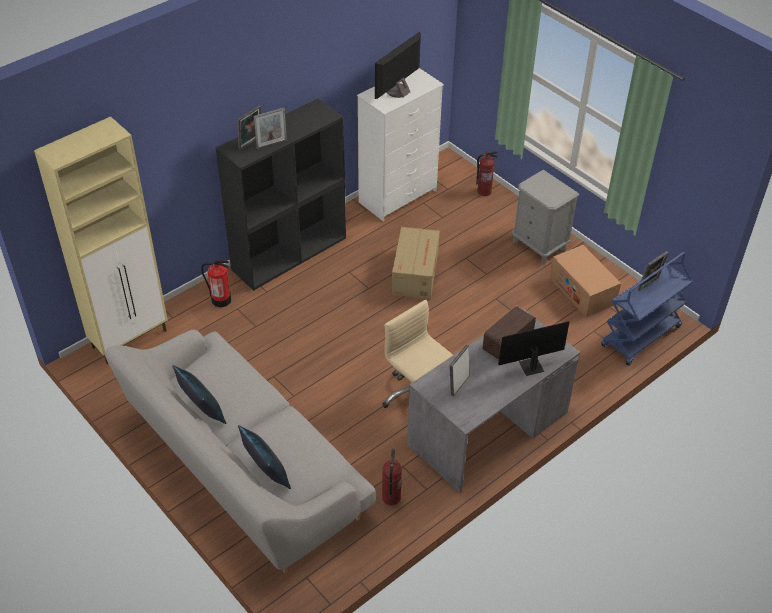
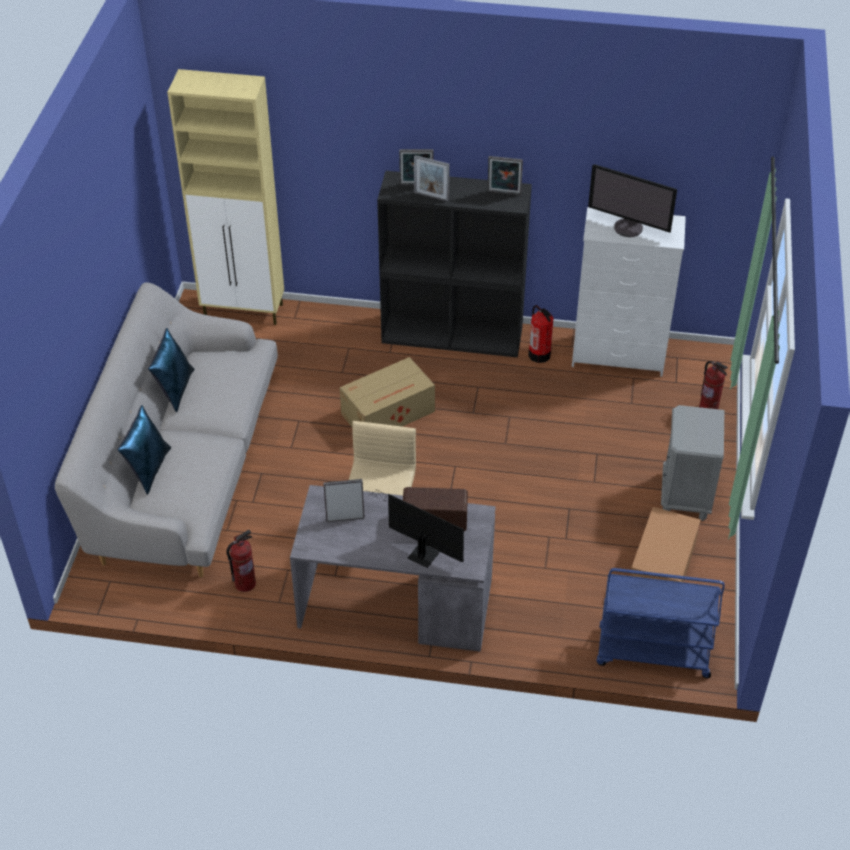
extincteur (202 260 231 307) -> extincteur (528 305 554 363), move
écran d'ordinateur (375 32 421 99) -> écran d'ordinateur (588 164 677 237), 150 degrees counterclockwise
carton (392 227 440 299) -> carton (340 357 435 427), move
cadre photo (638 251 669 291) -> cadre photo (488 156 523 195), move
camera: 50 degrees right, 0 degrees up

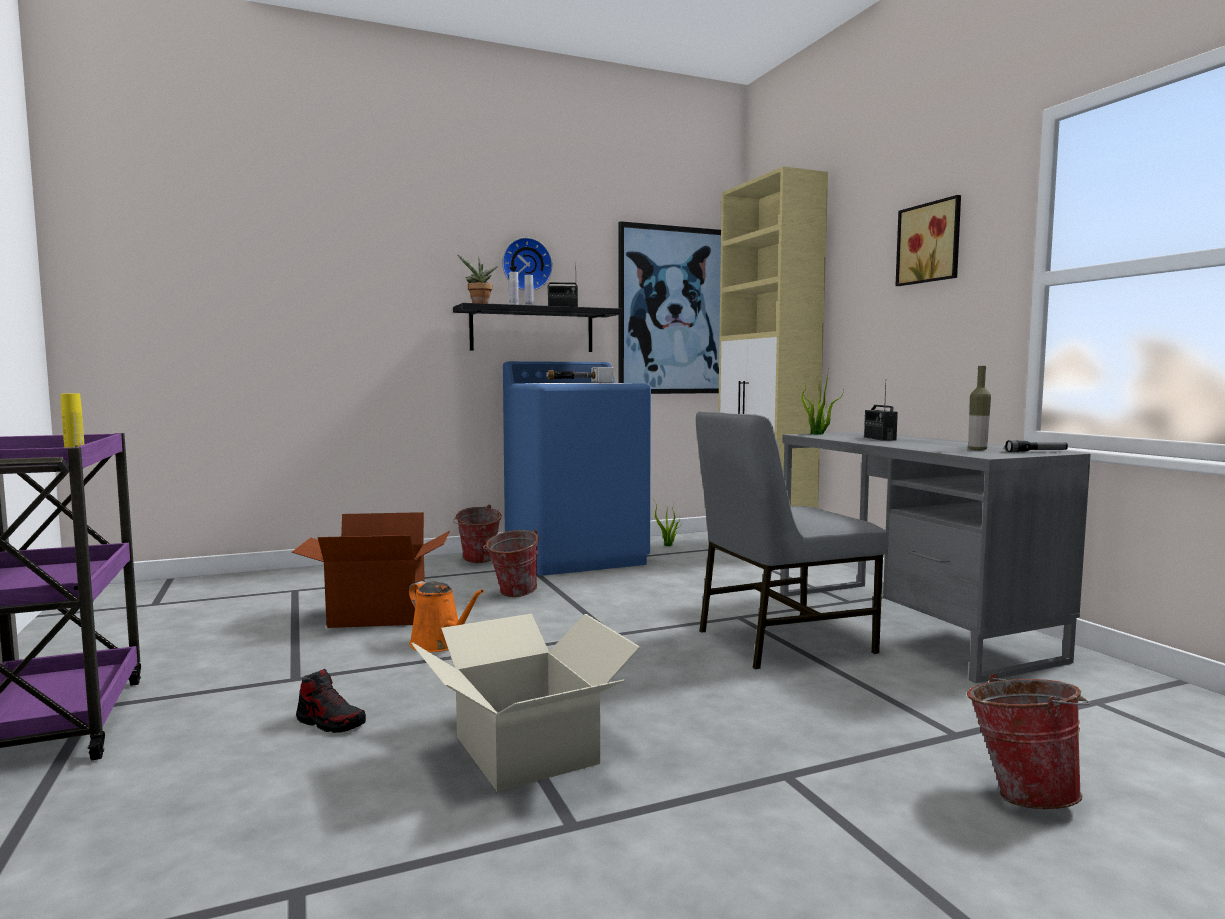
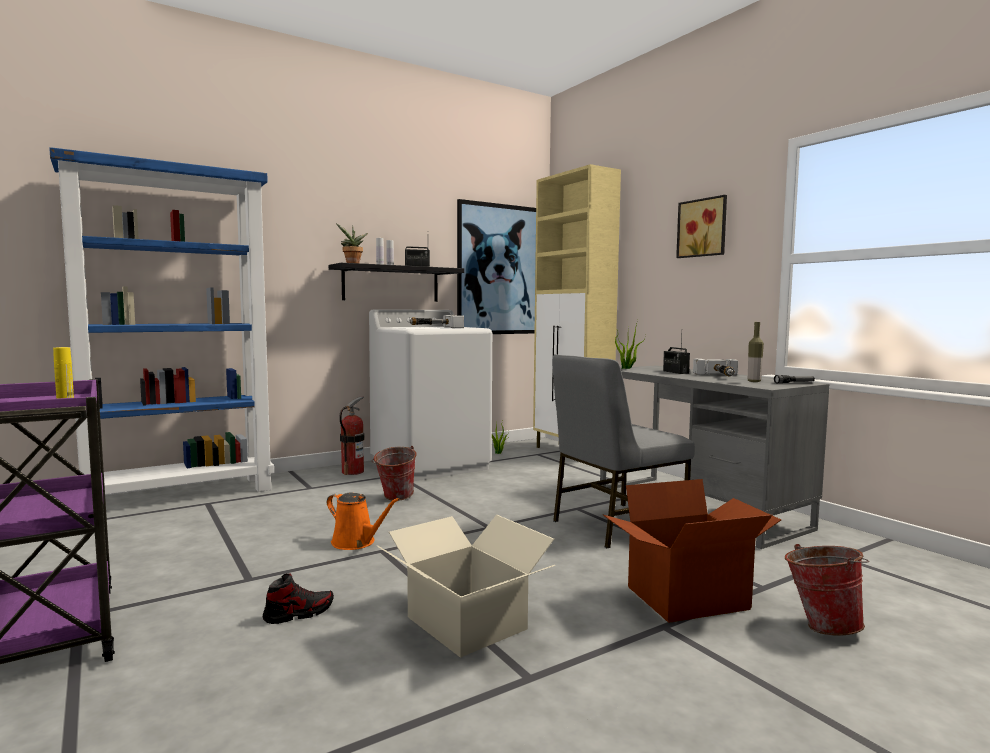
carton (292 512 450 628) -> carton (603 479 781 623), move
chaussure (296 669 366 733) -> chaussure (263 573 334 624), 45 degrees counterclockwise
seau (453 505 502 563) -> extincteur (339 396 365 475)
horloge murale (502 237 553 290) -> none
lave-linge [bleu] (503 361 651 576) -> lave-linge [blanc] (369 309 492 481)
none -> bibliothèque [bleu] (49 147 274 494)
none -> marteau (693 359 738 376)
camera: 10 degrees left, 0 degrees up

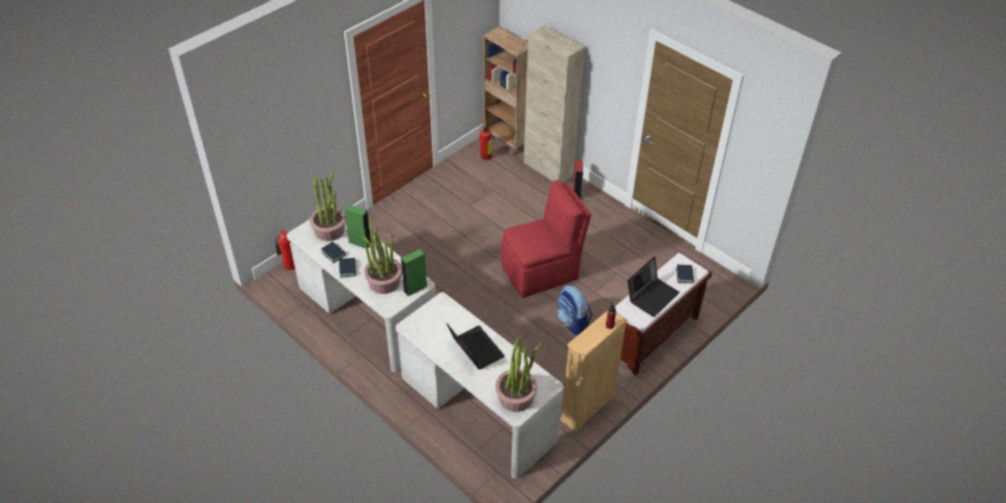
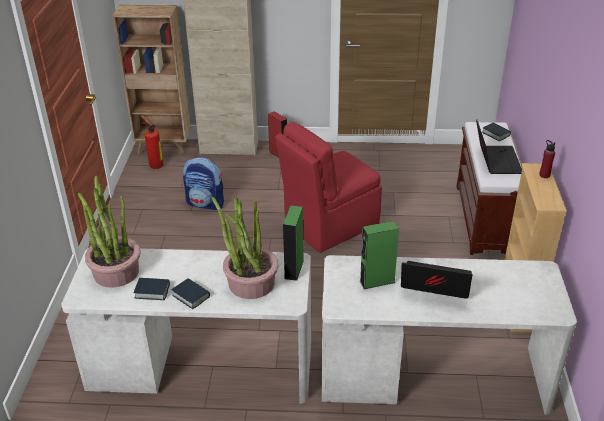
extincteur (275 229 295 270) -> none
enceinte [vert] (344 205 371 248) -> enceinte [vert] (360 221 399 289), move
plante en pot (495 338 543 412) -> none
chaise [rouge] (501 180 591 298) -> chaise [rouge] (275 122 382 253), 150 degrees counterclockwise
sac à dos (557 285 592 335) -> sac à dos (183 157 224 211), move
camera: 40 degrees left, 10 degrees down

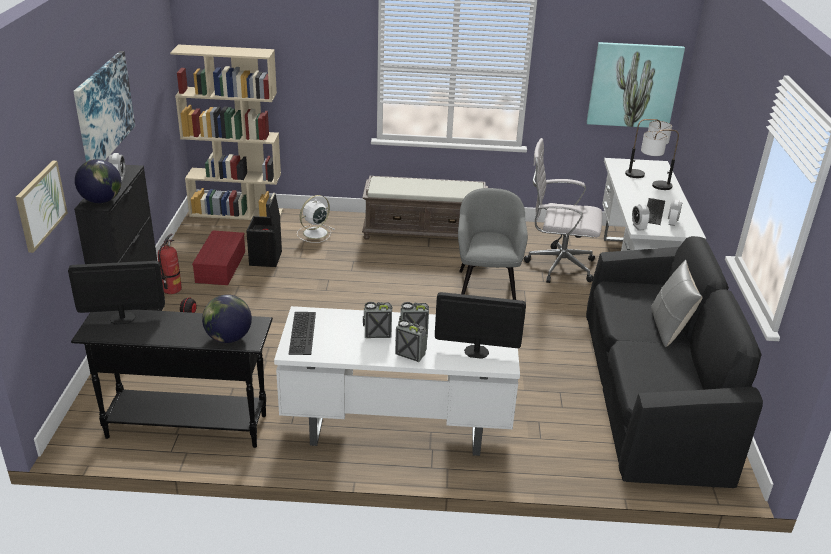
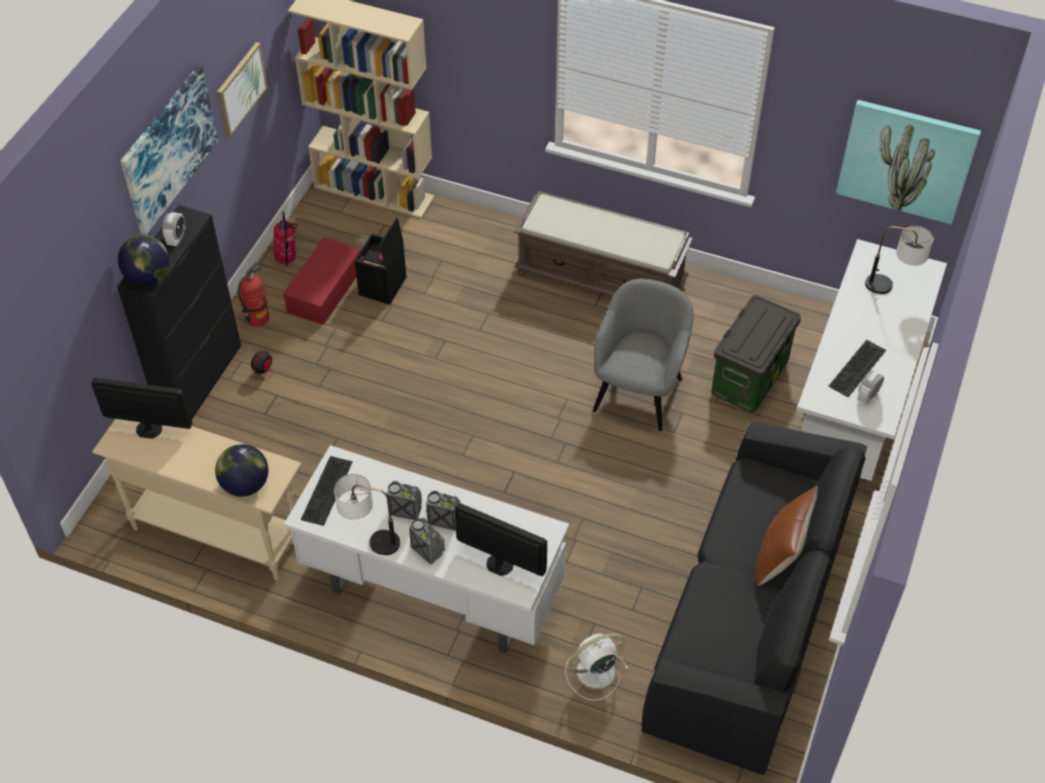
tableau (16 160 68 253) -> tableau (217 42 268 137), move
table console [noir] (71 310 273 448) -> table console [beige] (92 419 302 580)
ventilateur [blanc] (297 195 335 243) -> ventilateur [blanc] (565 633 628 701), move
chaise de bureau [blanc] (524 138 602 283) -> boîte de rangement (712 295 801 412)
réveil (632 204 650 231) -> none
lampe de table (641 130 679 190) -> lampe de table (334 474 400 555), move
coussin [gris] (651 260 702 347) -> coussin [marron] (755 485 818 586)
none -> extincteur (274 212 297 266)
camera: 20 degrees right, 20 degrees up

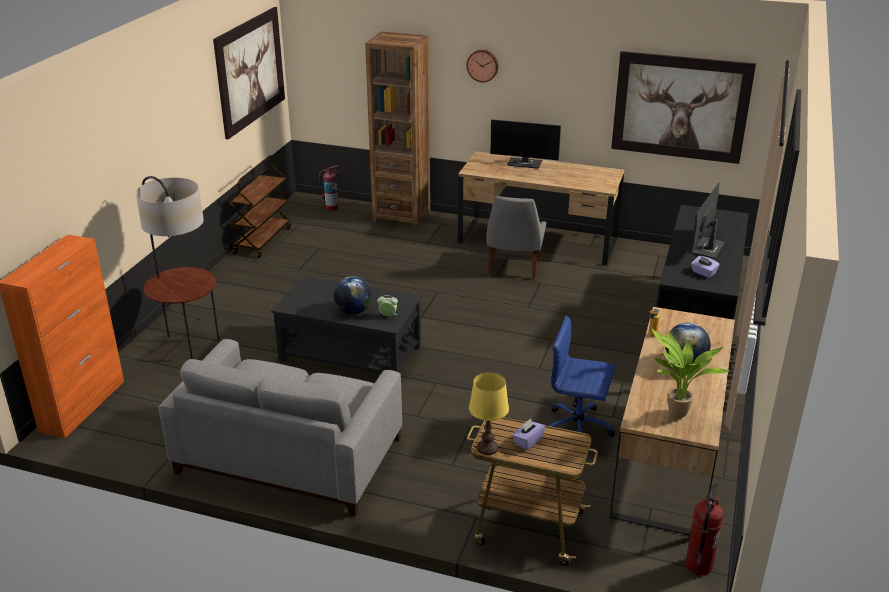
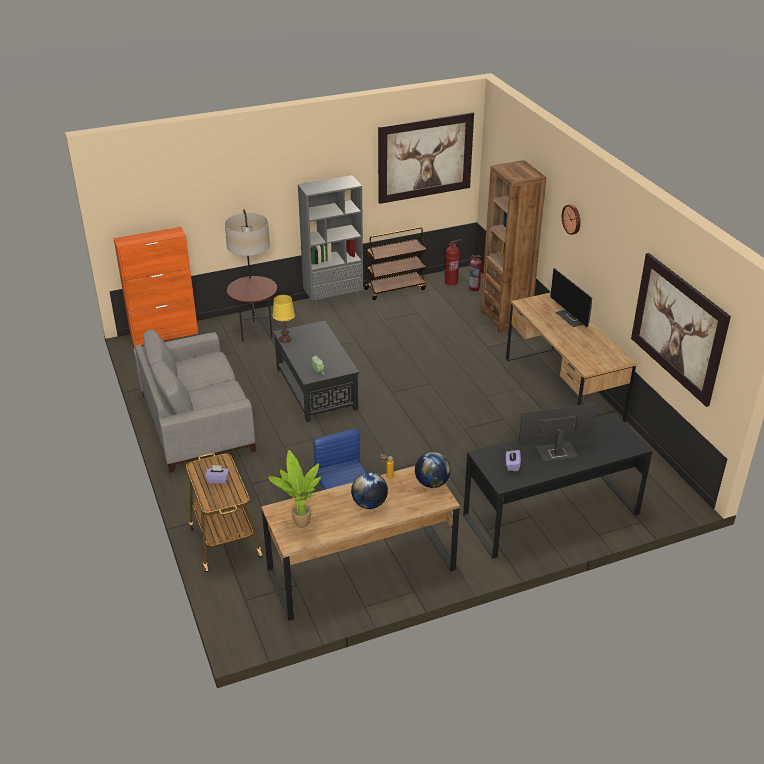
globe (334 276 372 314) -> globe (415 452 451 488), move
lampe de table [jaune] (469 372 509 455) -> lampe de table [jaune] (272 295 295 343), move
chaise [gris] (486 196 546 280) -> none
extincteur (686 482 724 575) -> extincteur (444 239 462 286), move
none -> bibliothèque [gris] (298 175 363 311)
camera: 50 degrees right, 5 degrees up

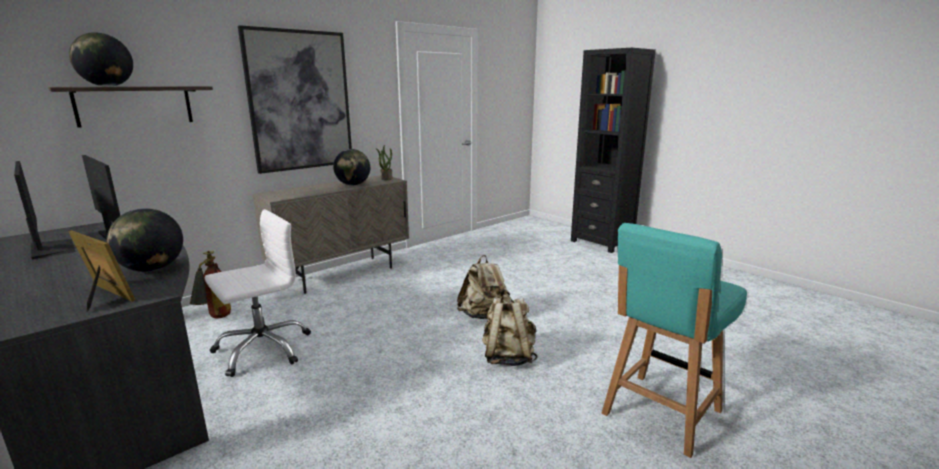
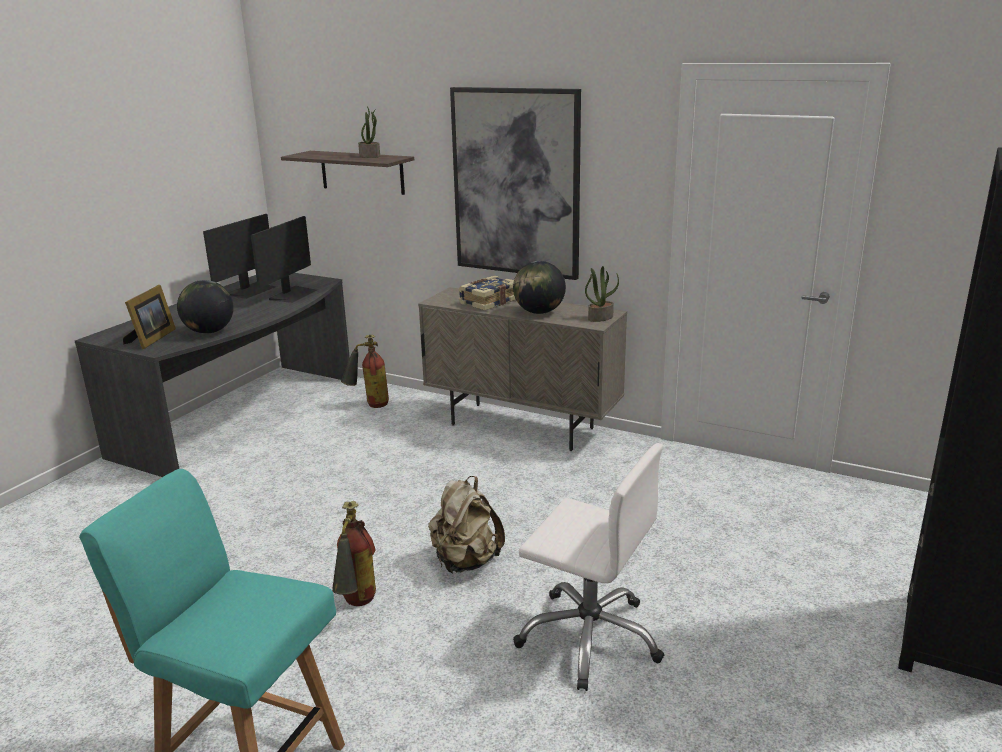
globe (69 32 133 87) -> none
chaise de bureau [blanc] (205 209 311 377) -> chaise de bureau [blanc] (513 443 664 691), move
sac à dos [beige] (482 294 537 366) -> extincteur (332 501 376 606)
none -> plante en pot (358 106 380 158)
none -> livre (458 276 516 311)
camera: 70 degrees right, 5 degrees up

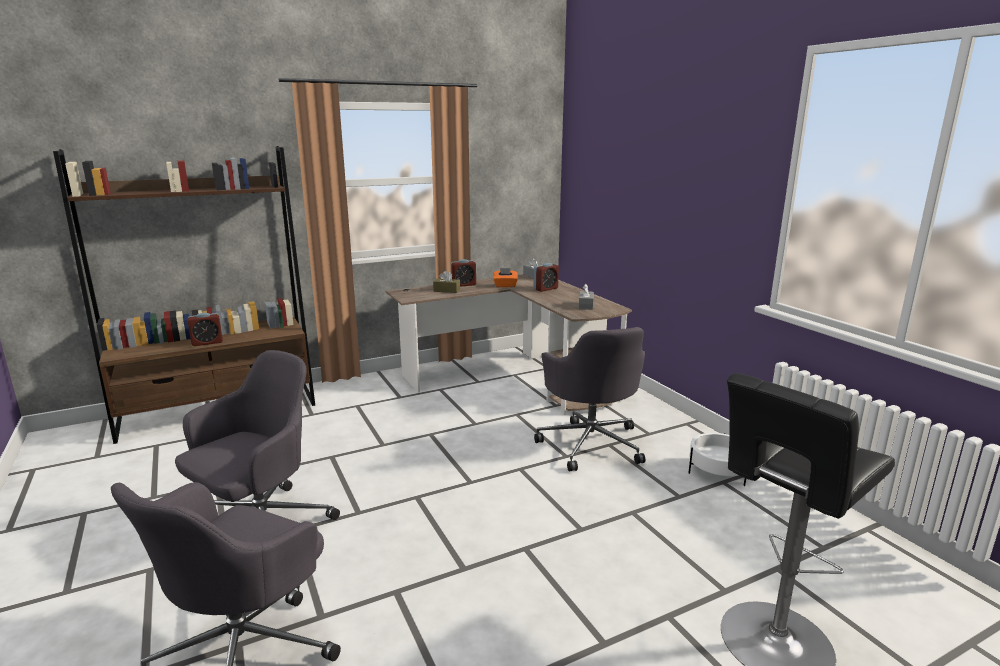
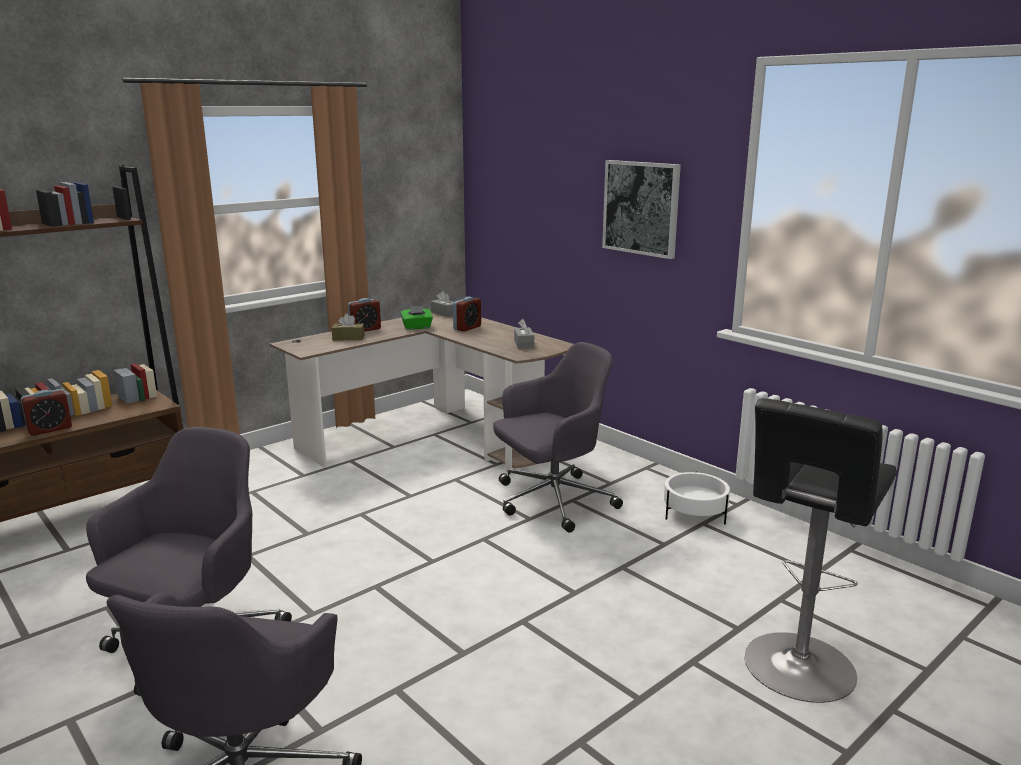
boîte à mouchoirs [orange] (493 268 518 287) -> boîte à mouchoirs [vert] (401 306 433 330)
chaise de bureau [gris] (534 327 645 471) -> chaise de bureau [gris] (493 342 623 533), 90 degrees counterclockwise
none -> tableau (602 160 681 259)
camera: 15 degrees left, 0 degrees up

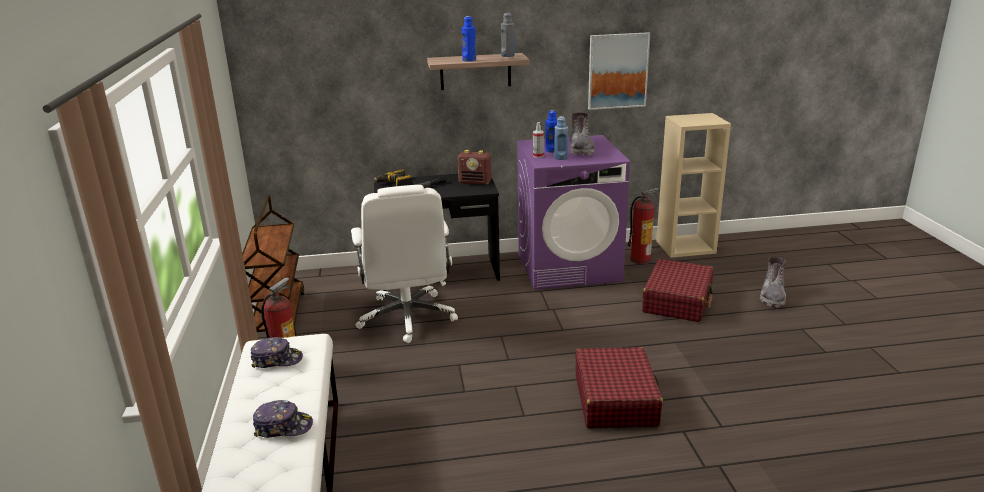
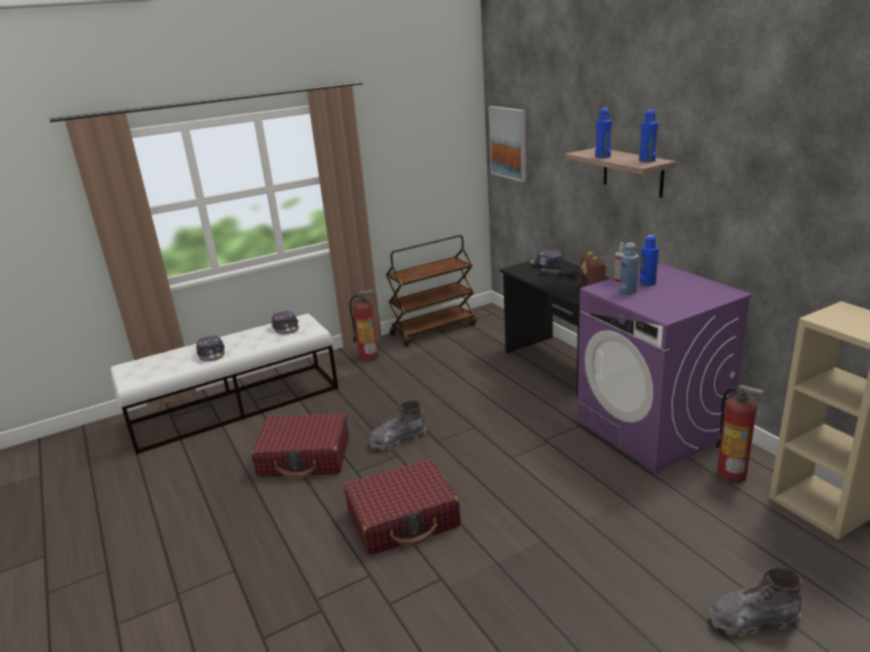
chaise de bureau [blanc] (351 185 458 343) -> none
perceuse (373 169 413 186) -> casquette (529 249 564 267)
bouteille [gris] (501 13 515 57) -> bouteille [bleu] (639 110 658 162)
botte [gris] (570 113 595 155) -> botte [gris] (369 400 426 450), move
tableau (588 32 650 110) -> tableau (489 106 526 182), move
valise [rouge] (642 259 713 322) -> valise [rouge] (251 413 349 479), move
camera: 70 degrees right, 0 degrees up

